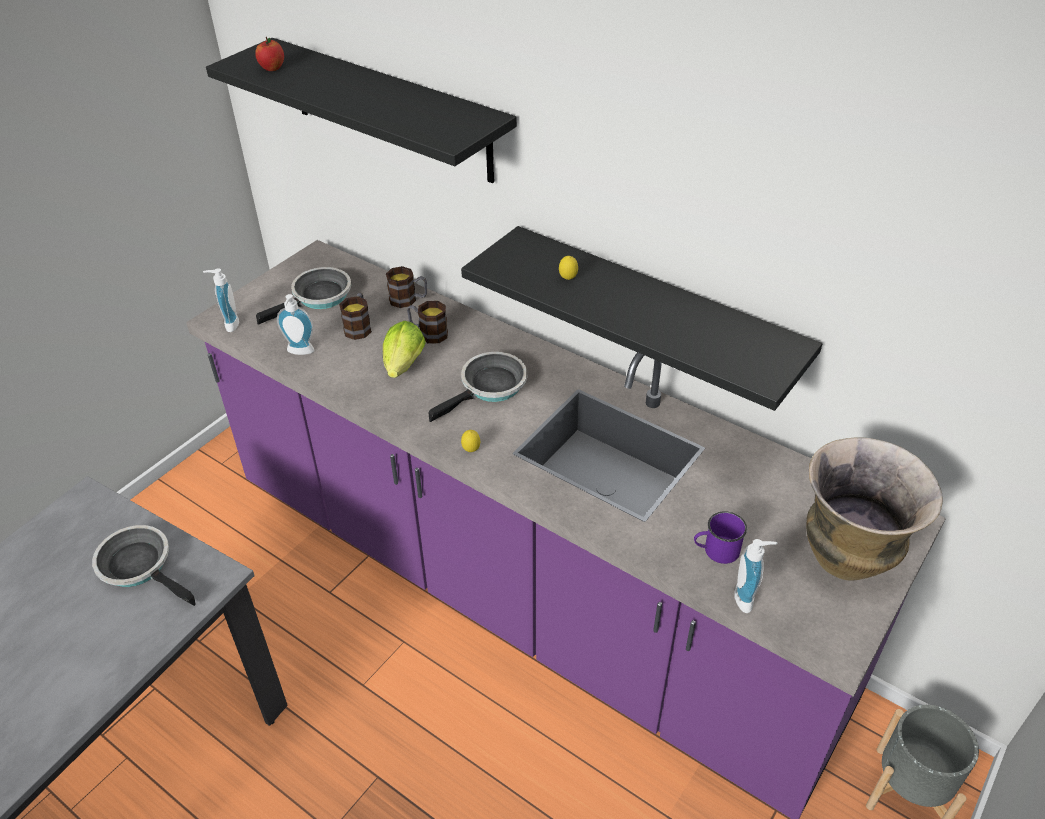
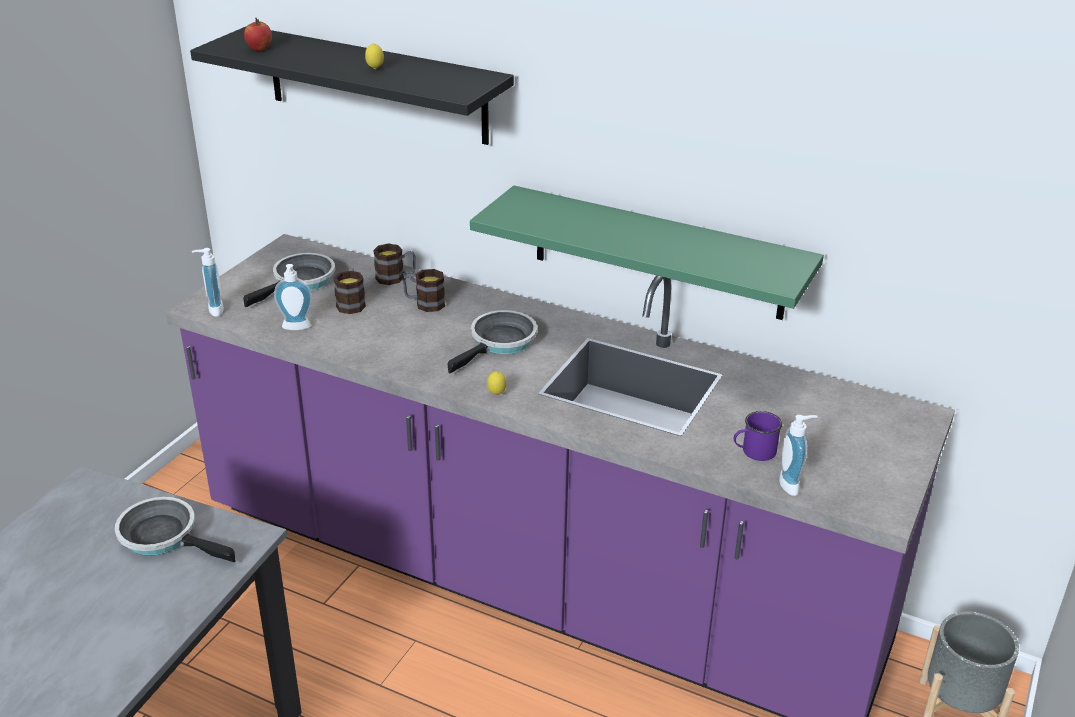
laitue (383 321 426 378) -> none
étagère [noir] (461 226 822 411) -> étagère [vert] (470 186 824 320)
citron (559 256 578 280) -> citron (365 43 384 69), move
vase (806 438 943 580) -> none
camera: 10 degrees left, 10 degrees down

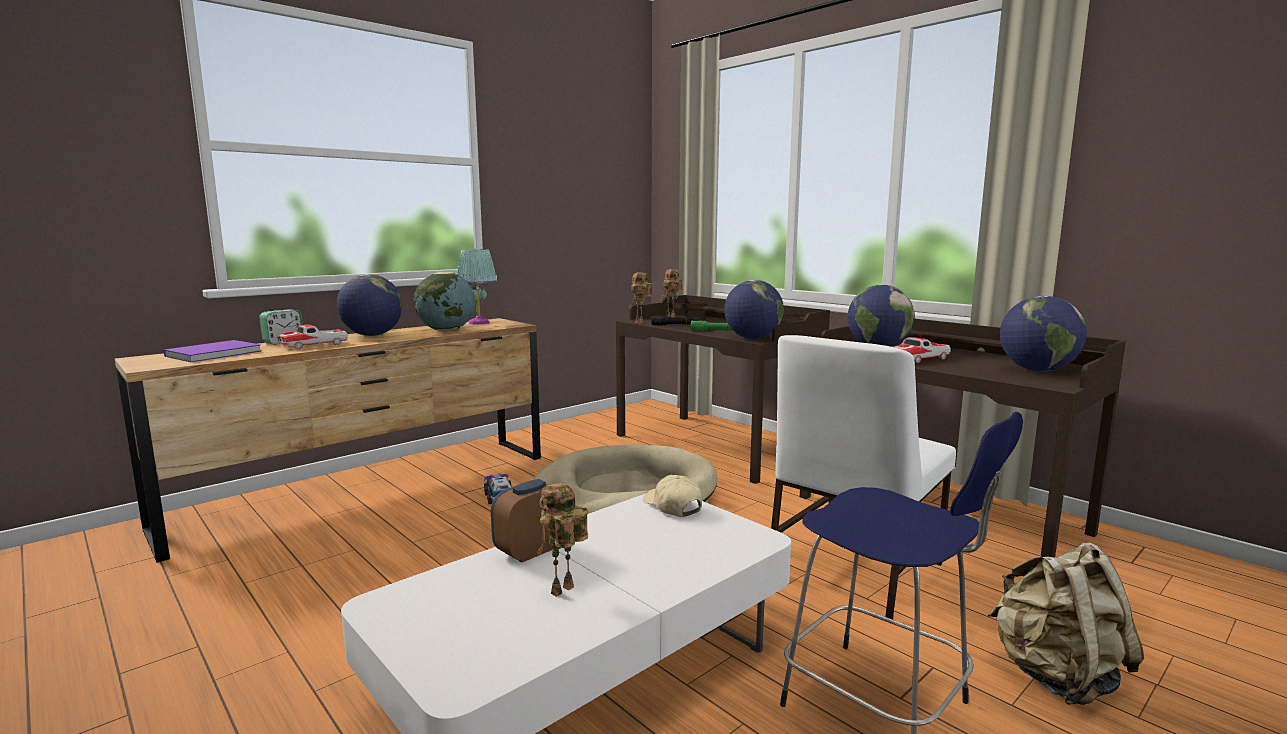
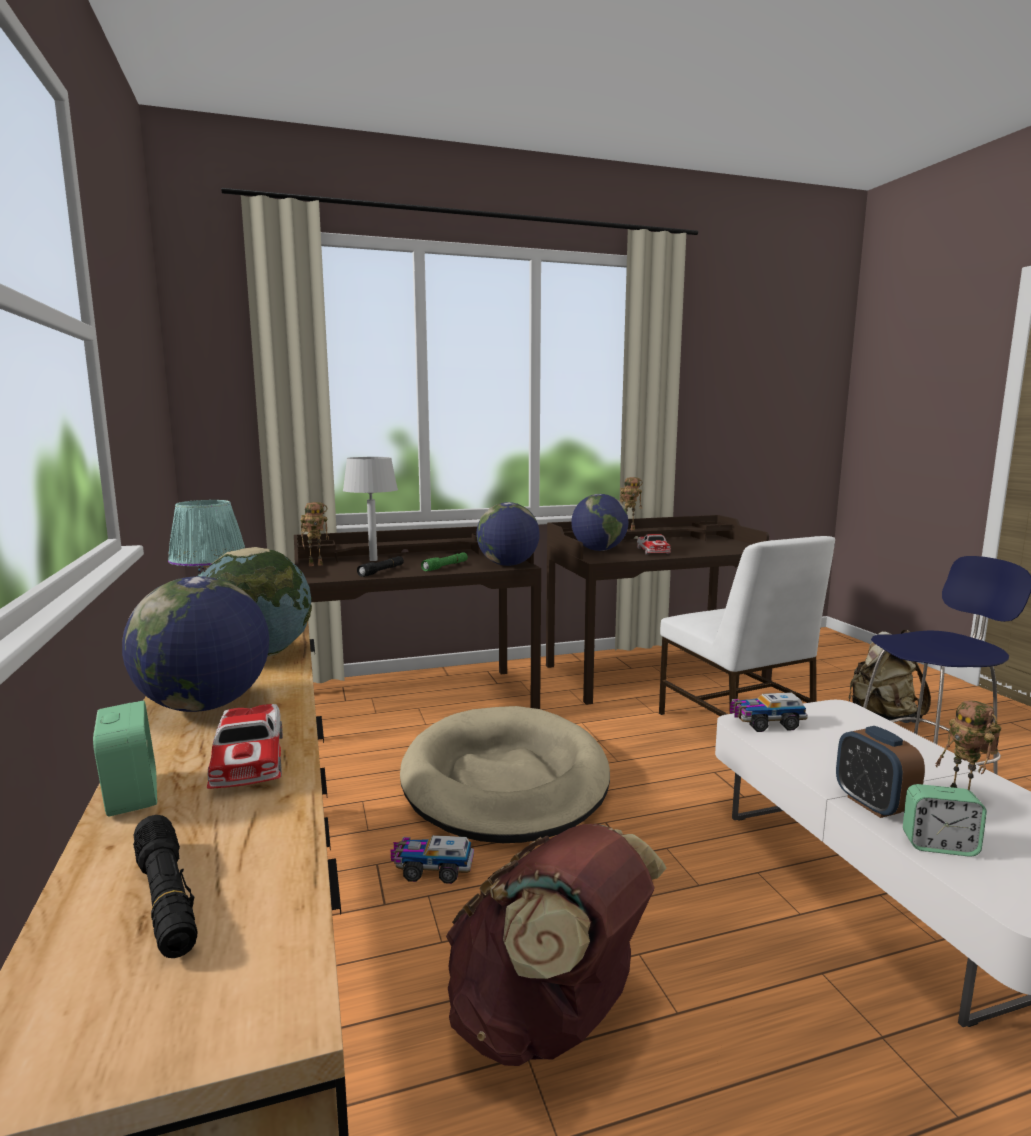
livre [violet] (163 340 261 362) -> lampe de poche [noir] (133 815 197 958)
robot jouet (629 272 652 324) -> robot jouet (620 477 643 530), move
casquette [beige] (643 475 702 517) -> camion jouet (730 692 808 732)
globe (1000 296 1087 371) -> none
none -> lampe de table [gris] (343 457 398 561)
none -> sac à dos [marron] (446 824 667 1066)
none -> réveil (903 784 987 857)
camera: 65 degrees left, 0 degrees up

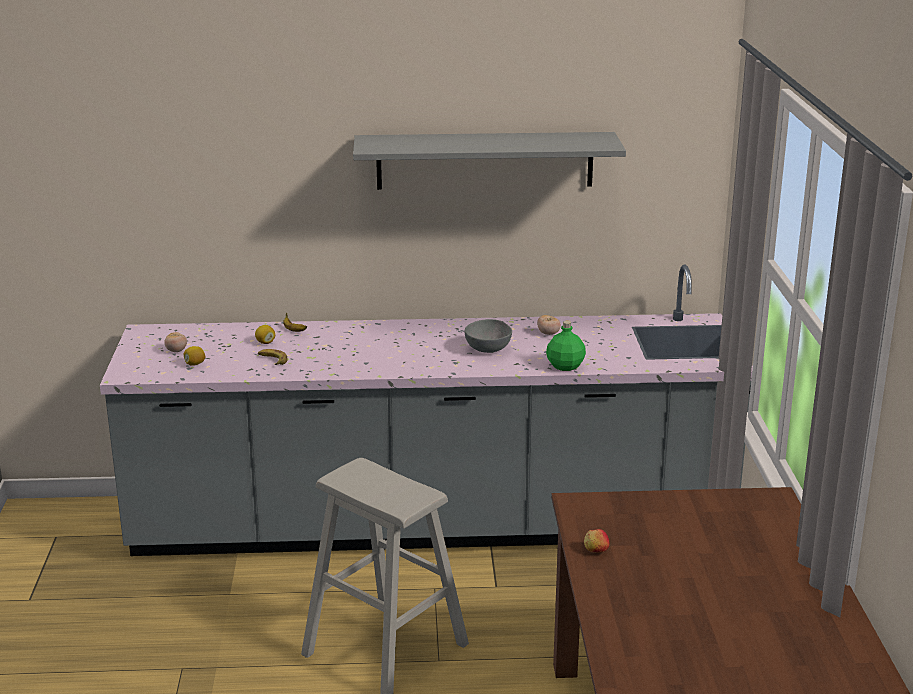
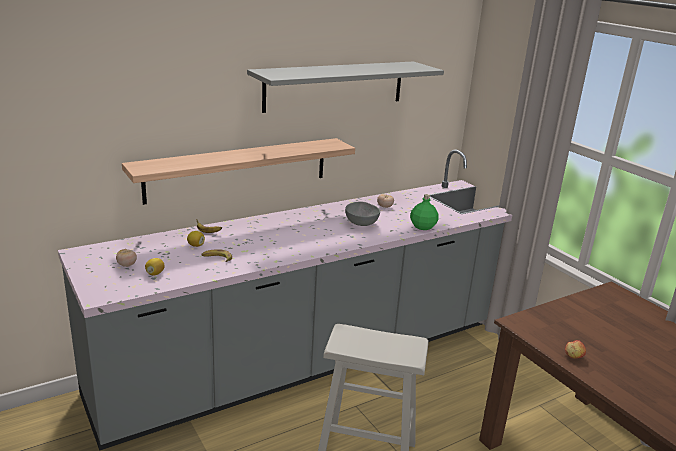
none -> étagère (122 138 355 205)
camera: 30 degrees left, 0 degrees up

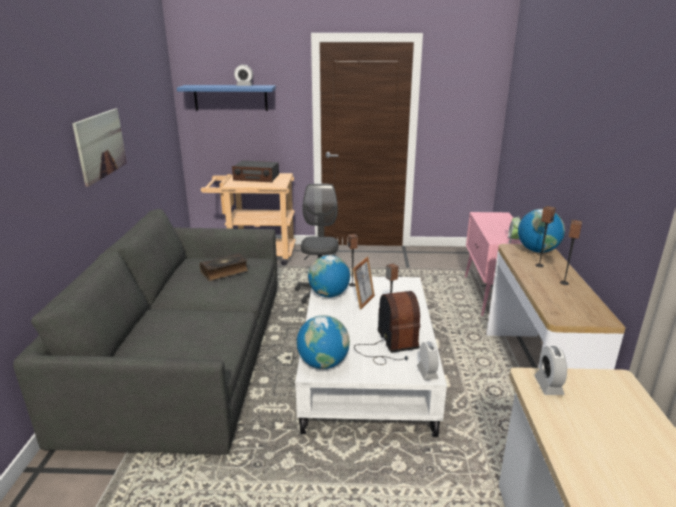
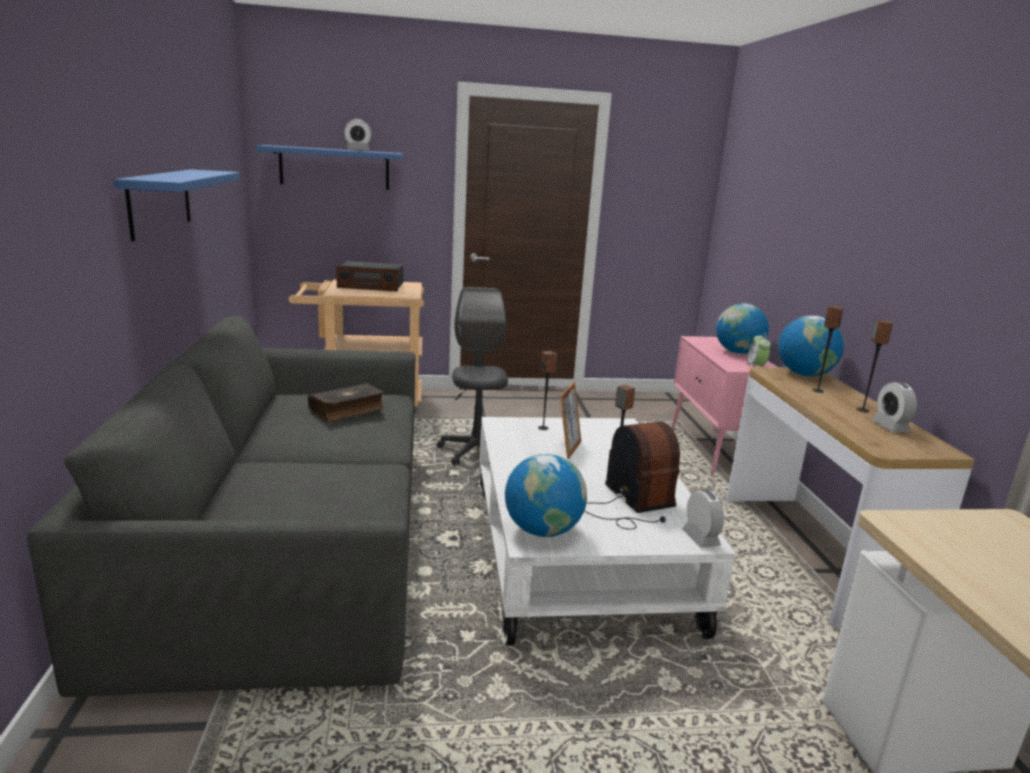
tableau (72 108 127 187) -> étagère [bleu] (114 169 240 241)
globe (308 255 350 297) -> globe (716 304 769 354), move
réveil (534 346 567 395) -> réveil (872 382 917 432), move
camera: 10 degrees left, 5 degrees down

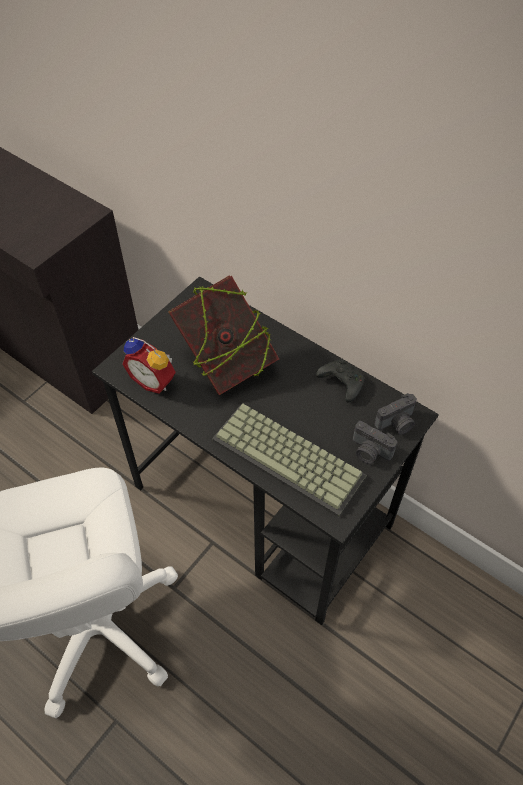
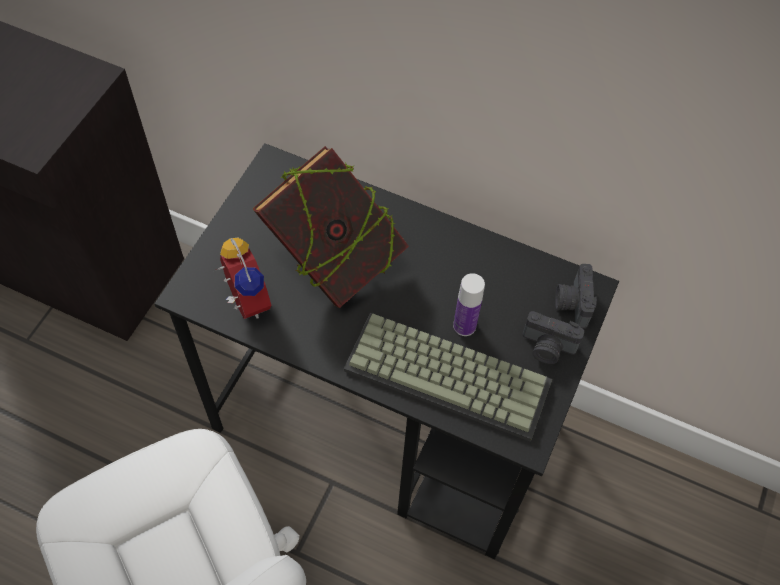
réveil (122 337 176 394) -> réveil (216 238 271 319), 135 degrees counterclockwise
manette [noir] (316 359 365 403) -> none
appareil photo (374 393 417 435) -> appareil photo (555 264 597 328), 135 degrees clockwise
none -> bouteille (453 273 485 336)
camera: 15 degrees left, 5 degrees up

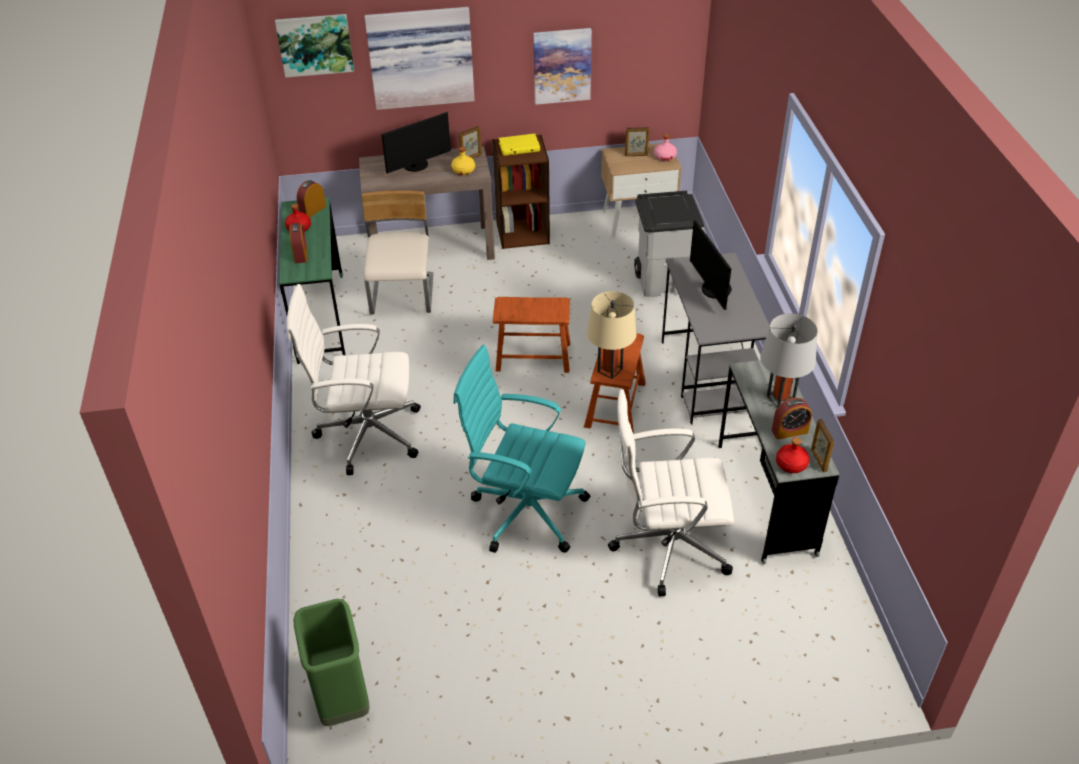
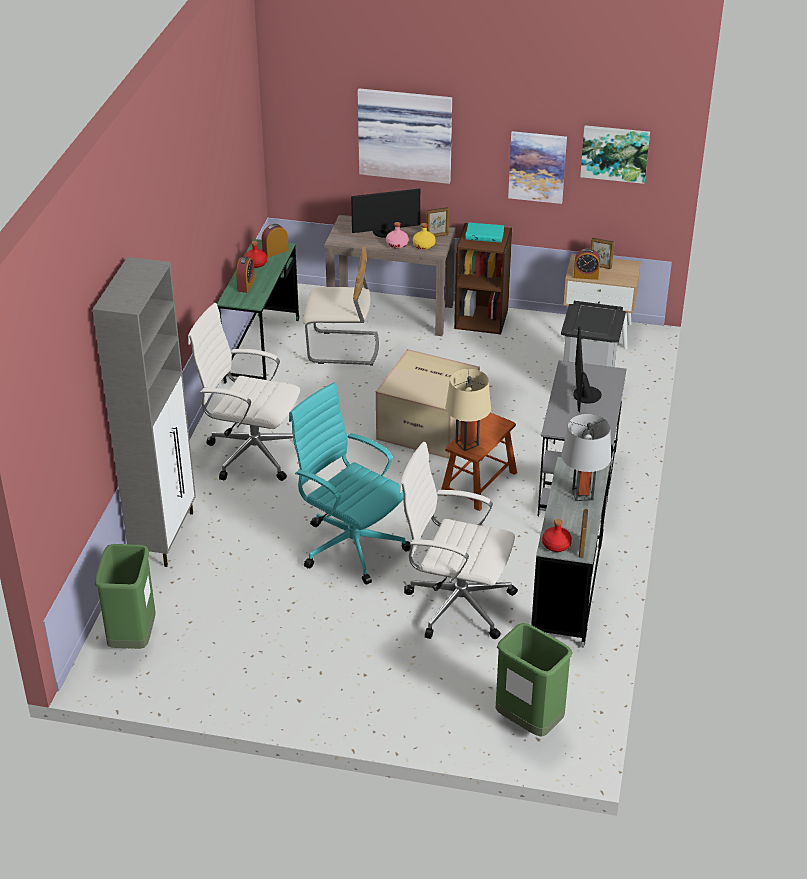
tableau (275 14 354 78) -> tableau (580 125 650 184), move
chaise [beige] (361 190 433 315) -> chaise [beige] (303 247 379 366), 75 degrees clockwise
tabouret [marron] (493 297 570 373) -> carton (376 349 480 459)
livre [jaune] (499 134 540 156) -> livre [turquoise] (465 223 504 243)
bouteille [rose] (654 134 677 161) -> bouteille [rose] (386 222 409 249), move
réveil (772 398 812 440) -> réveil (574 248 600 280), move
none -> meuble de rangement [gris] (92 257 196 567)
none -> poubelle [vert] (496 623 573 737)
camera: 20 degrees right, 5 degrees down

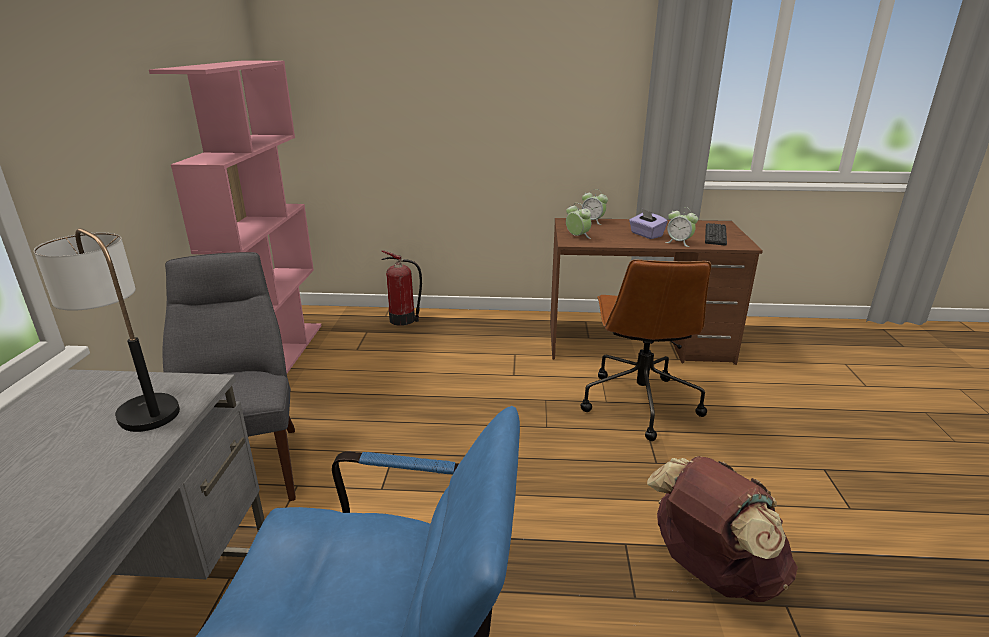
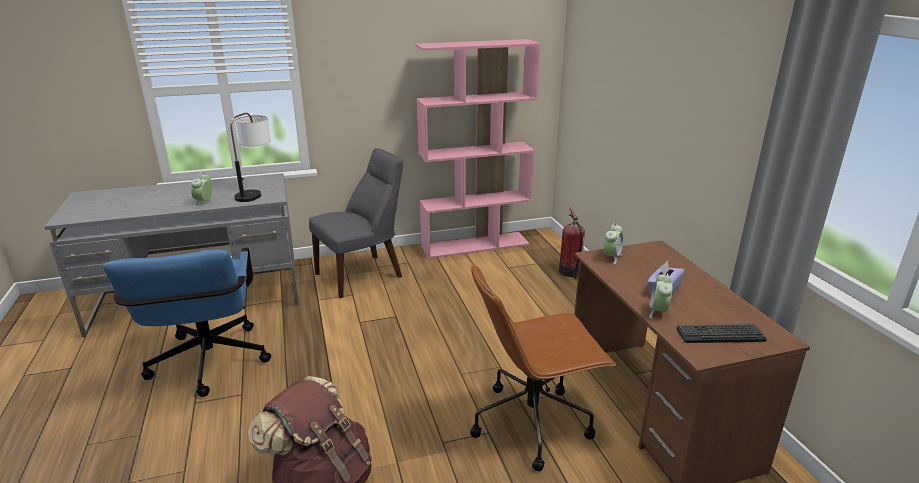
réveil (582 189 608 225) -> réveil (191 172 213 206), move
camera: 70 degrees right, 0 degrees up

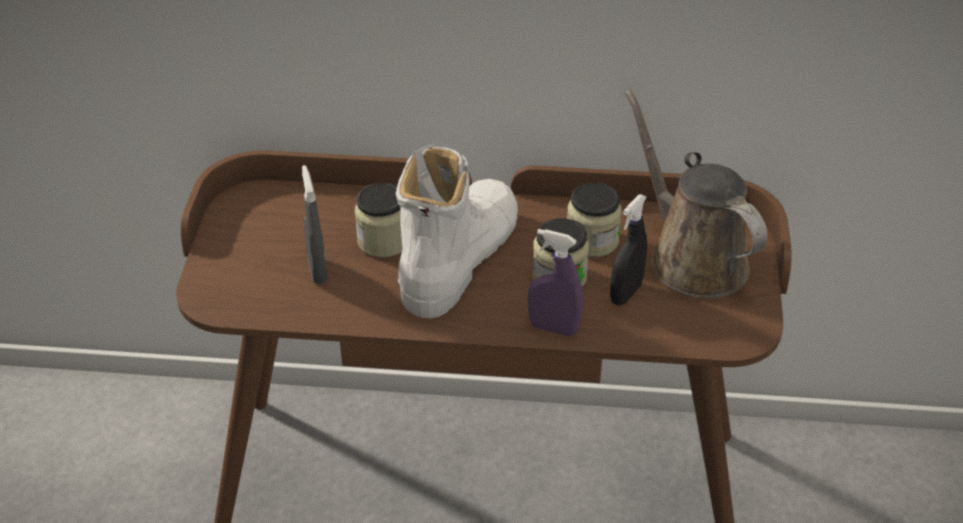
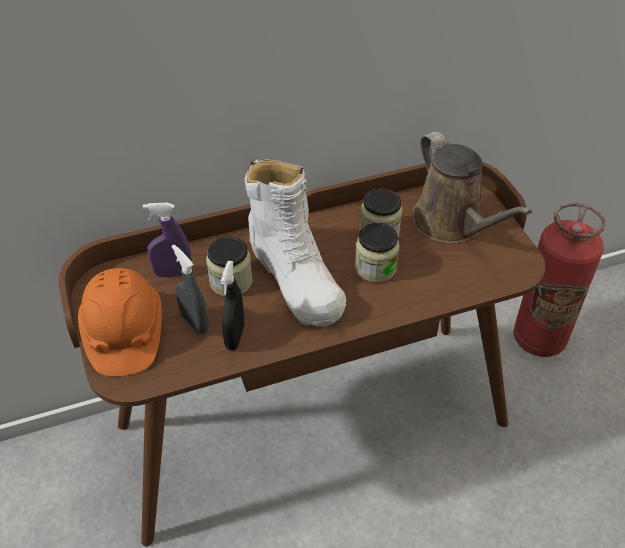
botte [blanc] (396 144 518 318) -> botte [blanc] (245 159 346 327), 150 degrees clockwise
vaporisateur [violet] (528 229 583 336) -> vaporisateur [violet] (143 203 192 277), move
vaporisateur [noir] (610 194 647 306) -> vaporisateur [noir] (221 261 244 350), move
arrosoir [marron] (625 90 767 298) -> arrosoir [marron] (412 131 532 244), 150 degrees counterclockwise
none -> casque de chantier [orange] (78 268 162 376)
none -> extincteur (513 203 606 357)
camera: 25 degrees left, 5 degrees up

